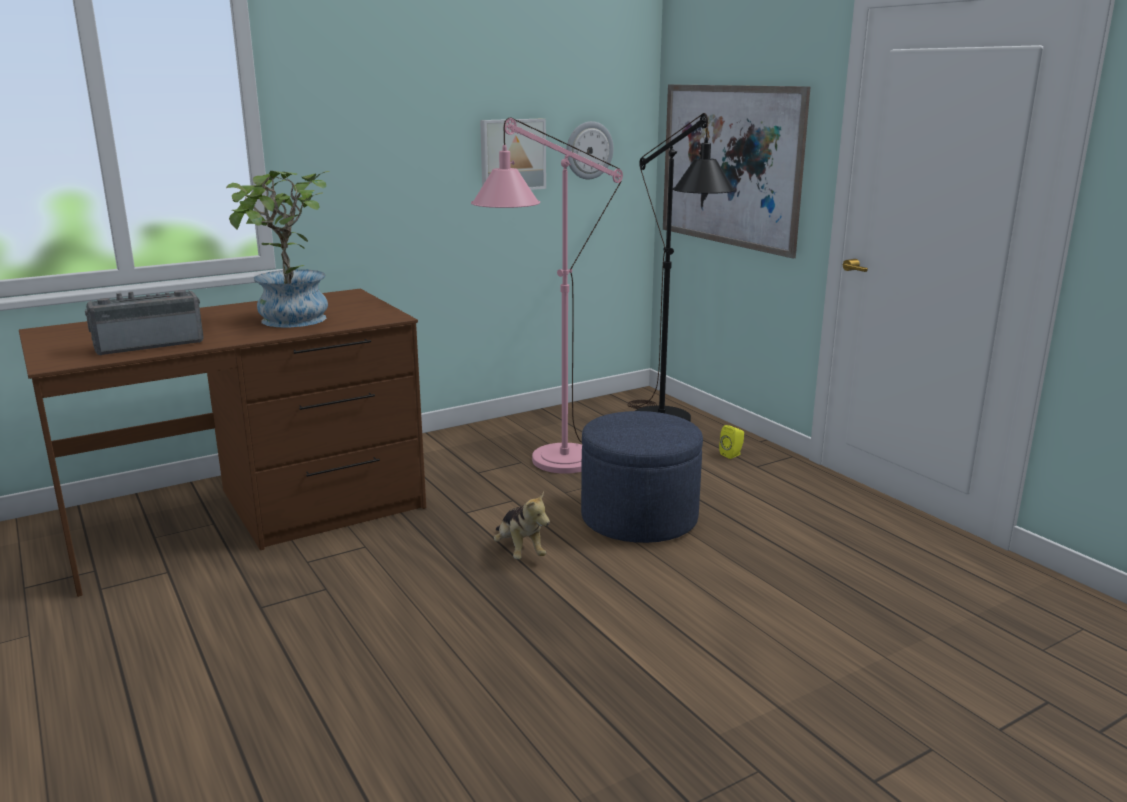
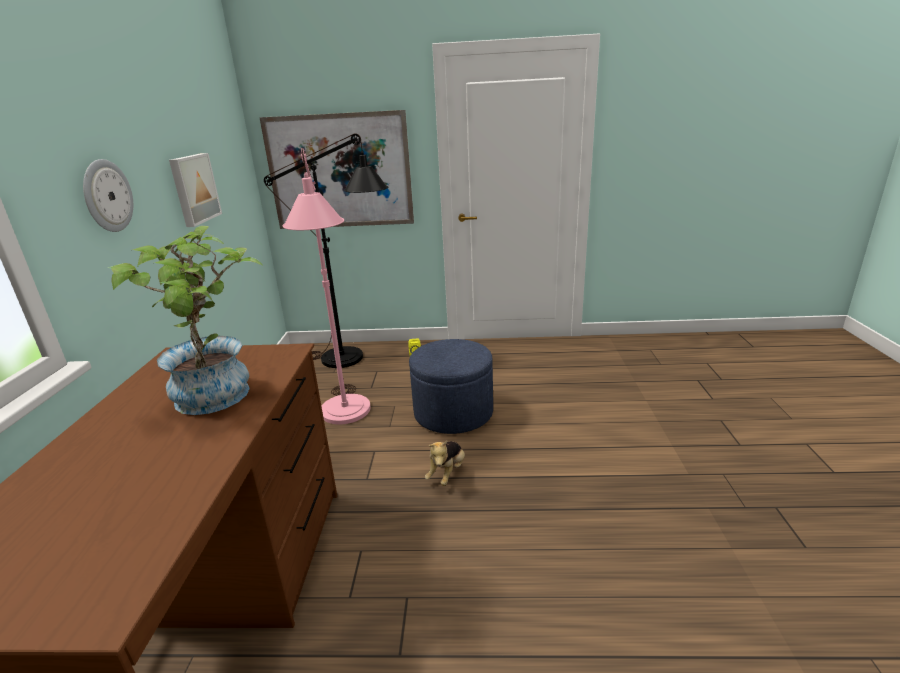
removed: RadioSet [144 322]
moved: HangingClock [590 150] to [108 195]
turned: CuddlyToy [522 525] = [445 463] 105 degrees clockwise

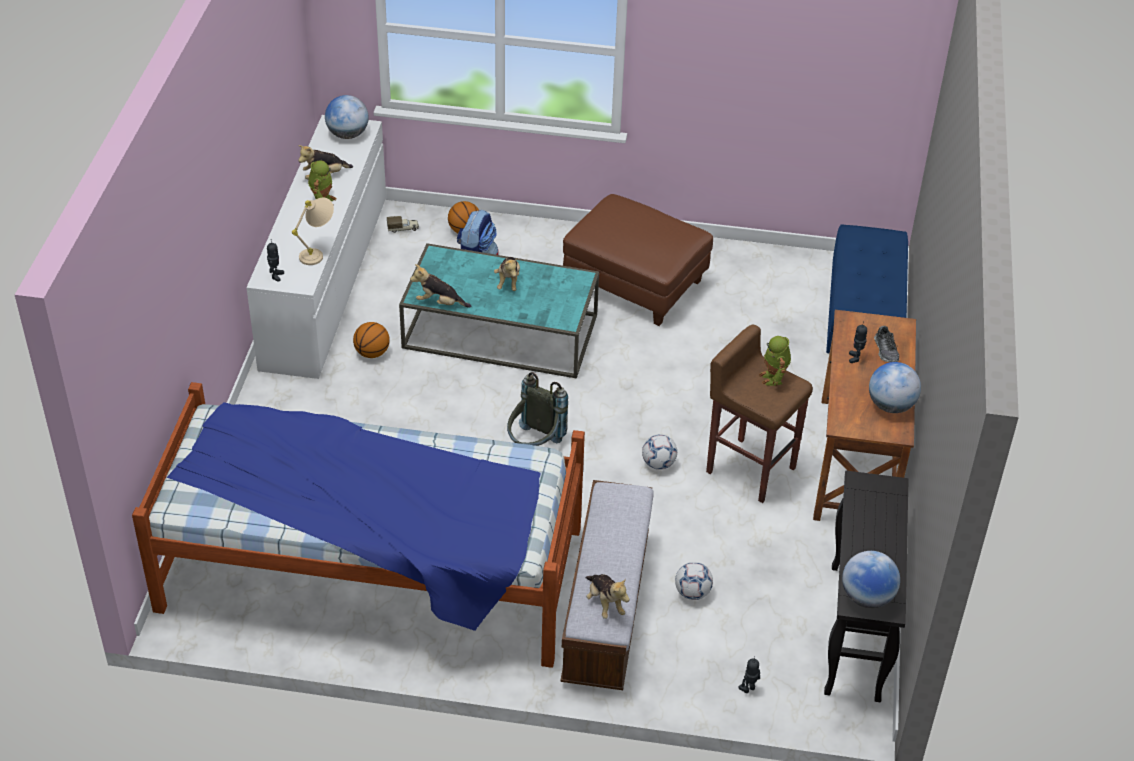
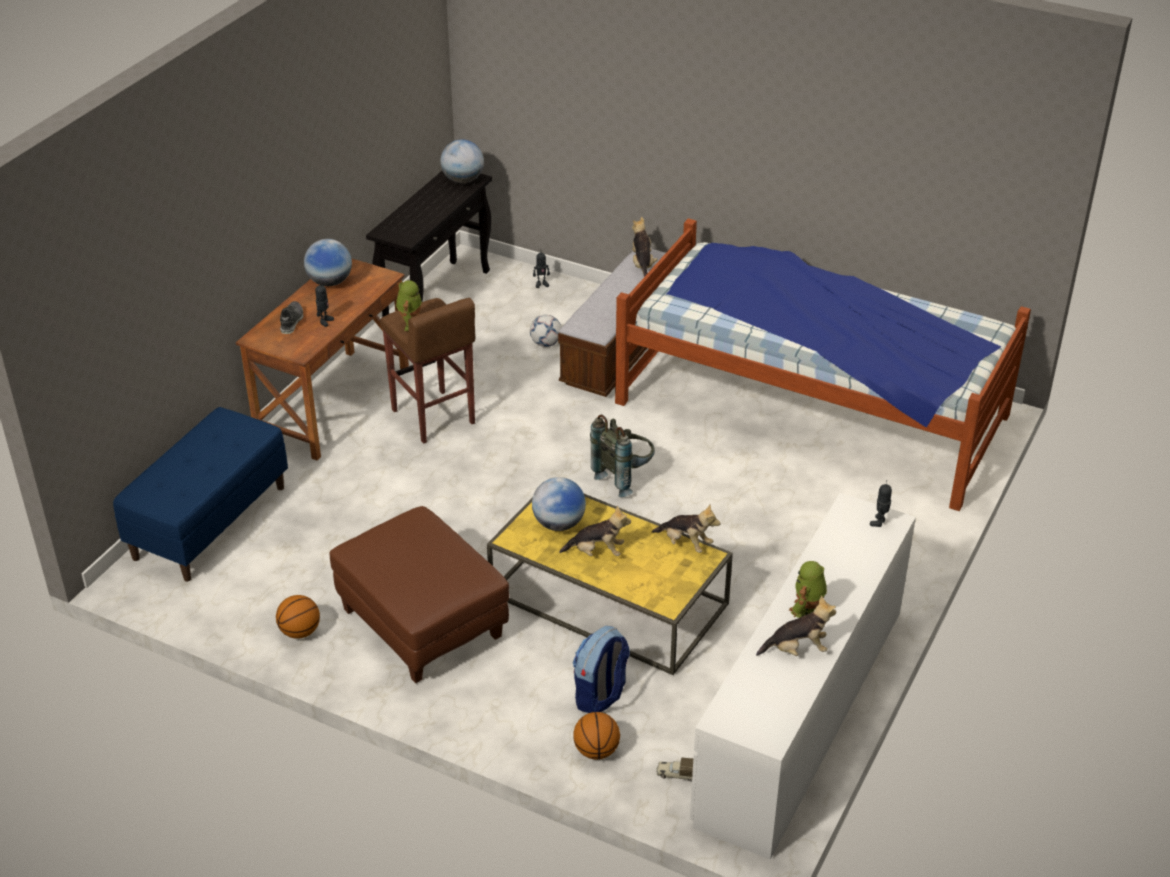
removed: BeigeLampForATable [313 231]; Football [659 452]
moved: DeskGlobe [347 117] to [559 504]; BallForBasketball [371 340] to [298 617]
recoloured: BlueGreenCoffeeTable [499 311] to YellowCoffeeTable [610 584]
turned: CuddlyToy [507 274] = [595 530] 75 degrees clockwise

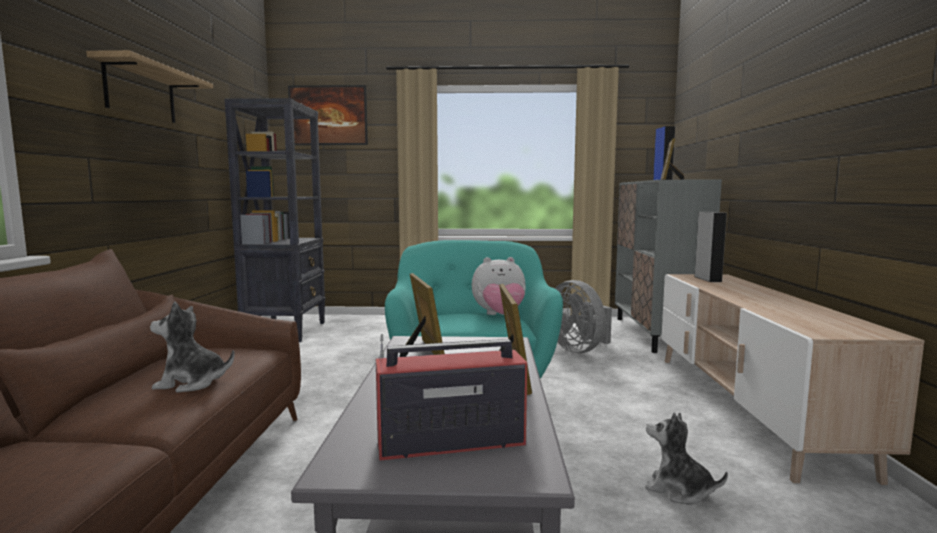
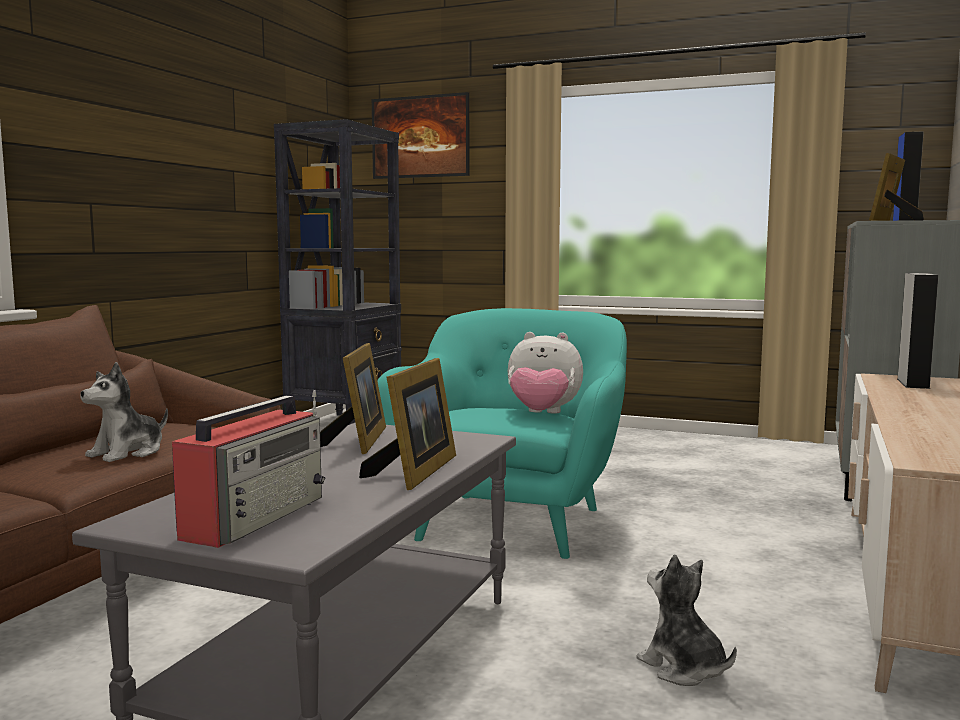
removed: Shelf [149 86]; GreyElectricFan [583 316]
turned: CuddlyToy [192 347] = [124 412] 75 degrees counterclockwise; RadioSet [451 397] = [248 469] 105 degrees clockwise

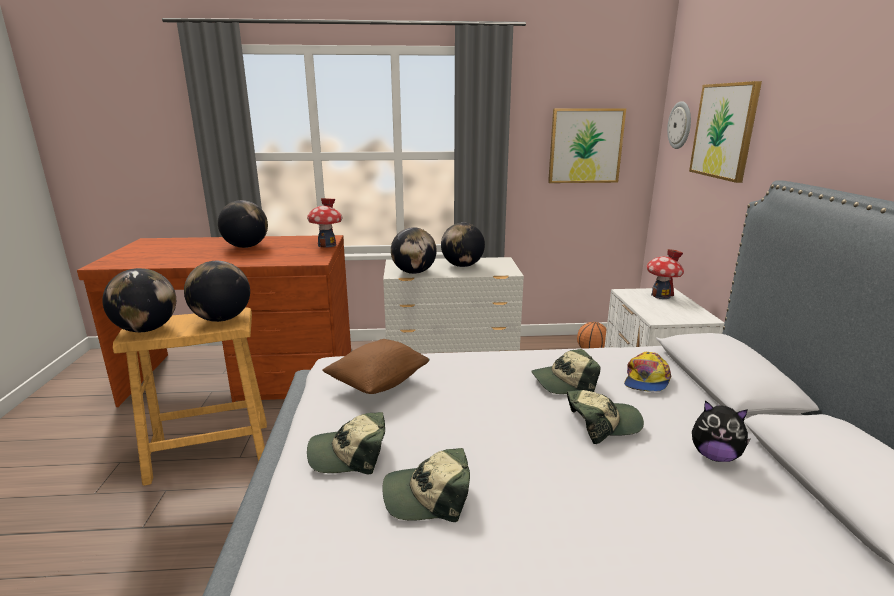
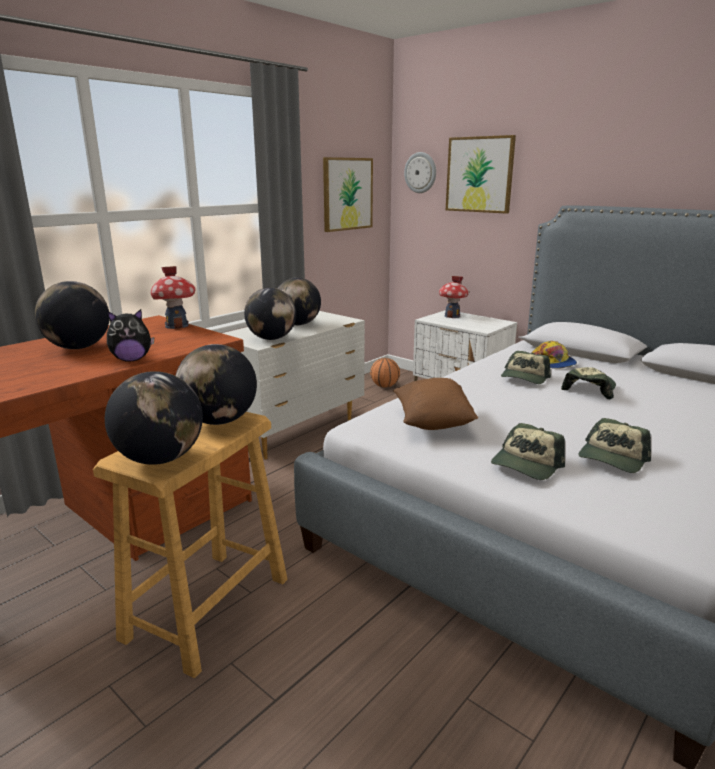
moved: CuddlyToy [721 431] to [130 335]

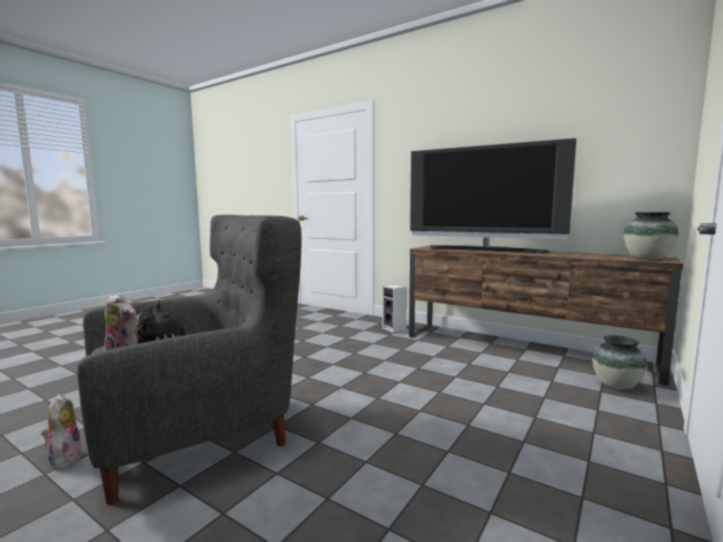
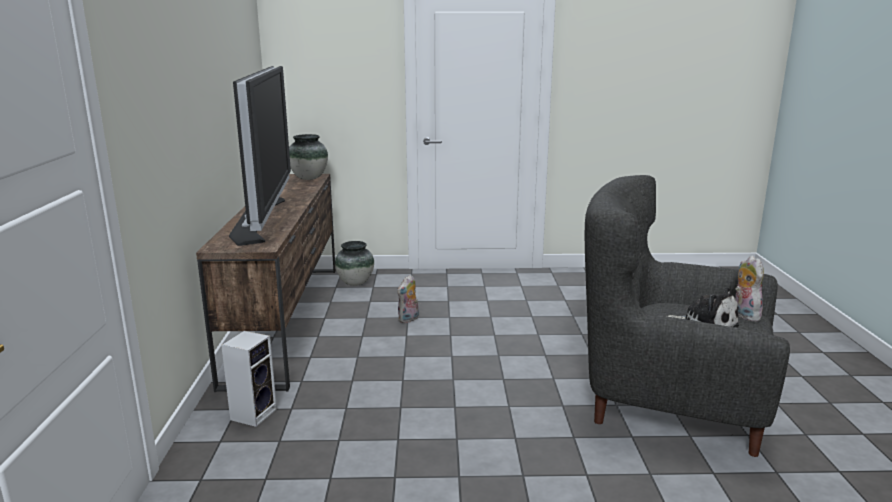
moved: CuddlyToy [62 431] to [408 299]

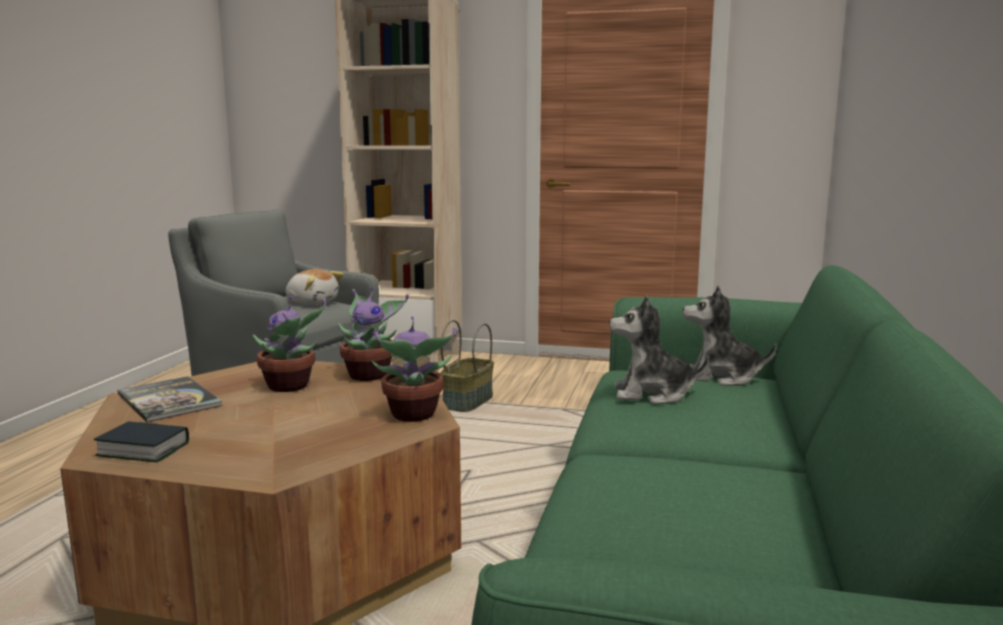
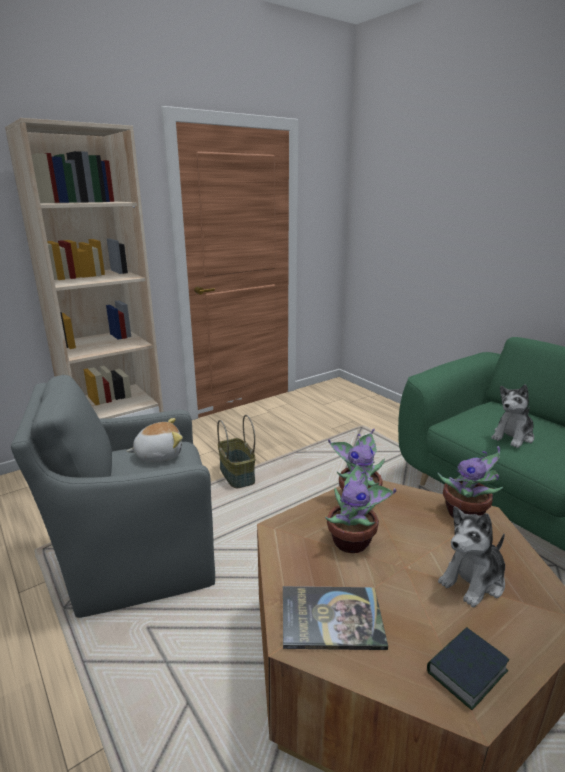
moved: CuddlyToy [730 335] to [471 556]

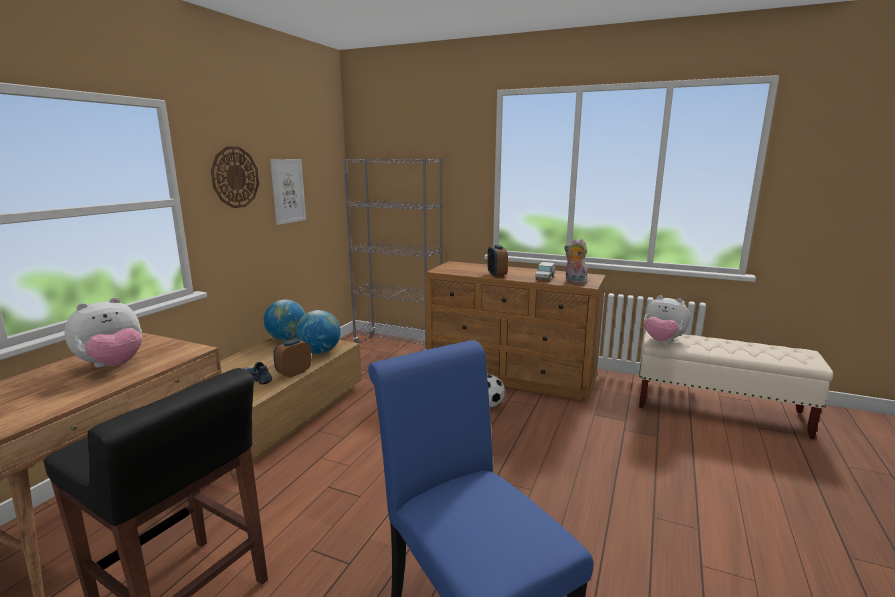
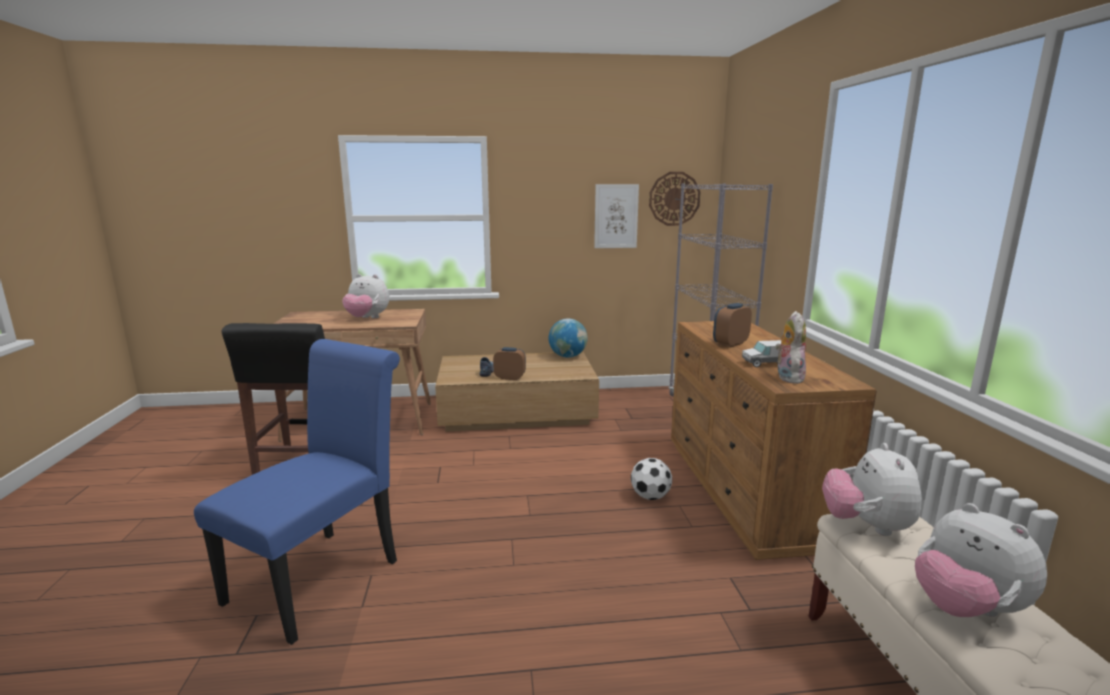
removed: DeskGlobe [318 332]
added: CuddlyToy [981 560]
moved: HangingClock [235 177] to [675 199]

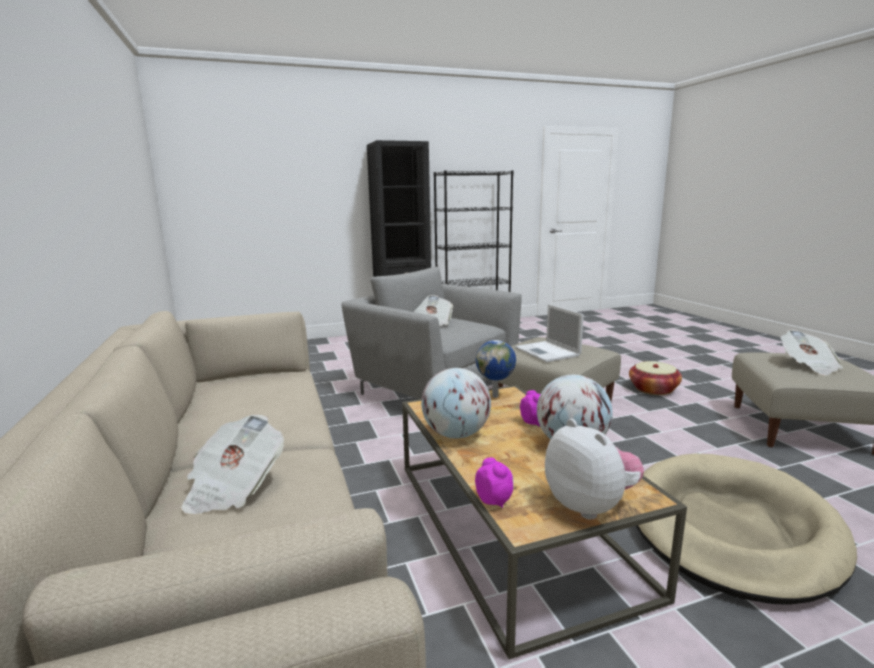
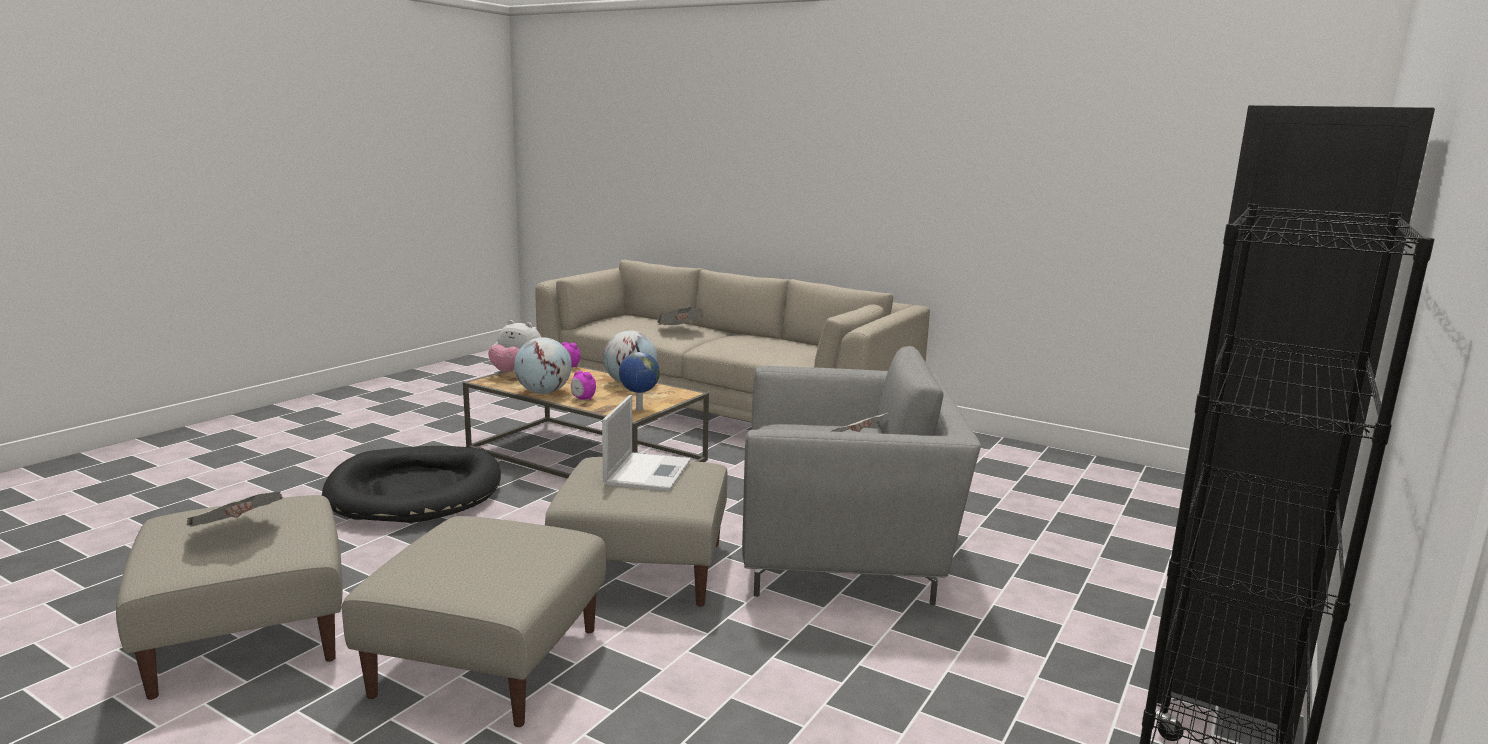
replaced: StorageBasket [655 378] to BeigeFootrest [474 621]
recoloured: BeigeDogBed [746 529] to BlackishDogBed [411 484]
turned: NotebookComputer [549 333] = [646 443] 75 degrees clockwise

